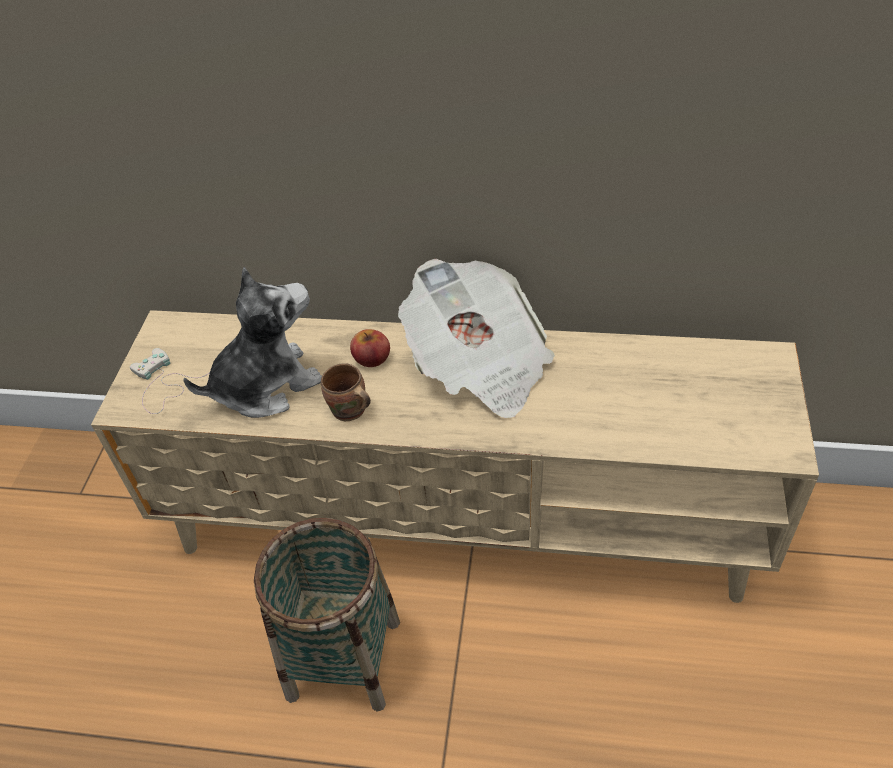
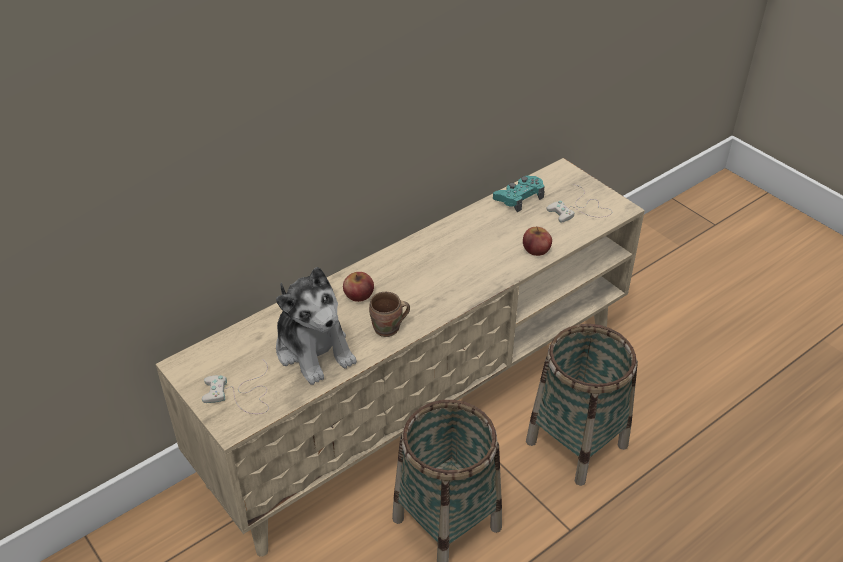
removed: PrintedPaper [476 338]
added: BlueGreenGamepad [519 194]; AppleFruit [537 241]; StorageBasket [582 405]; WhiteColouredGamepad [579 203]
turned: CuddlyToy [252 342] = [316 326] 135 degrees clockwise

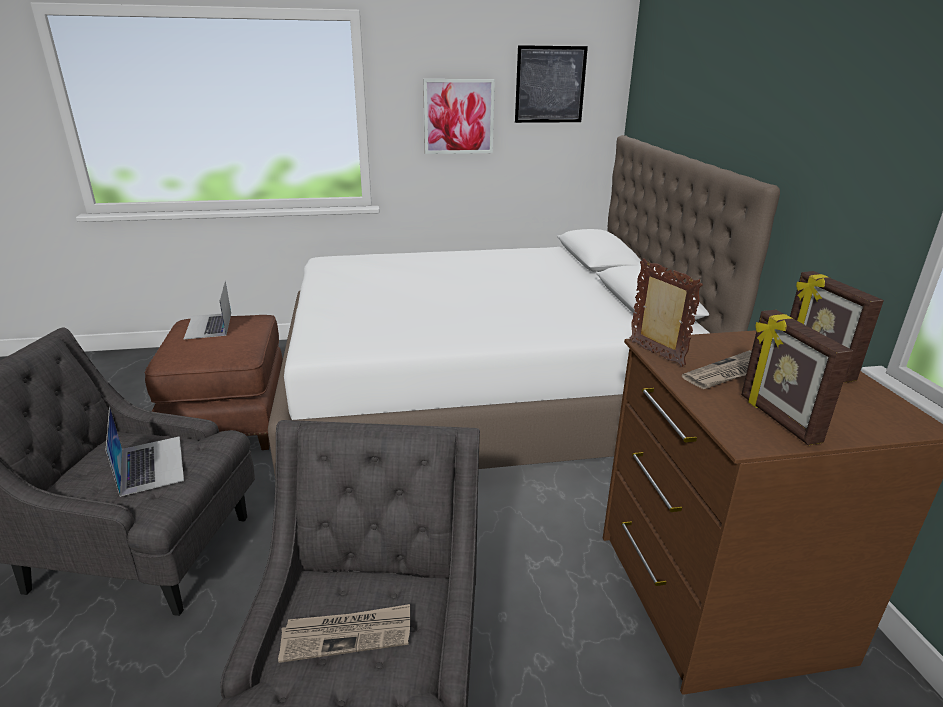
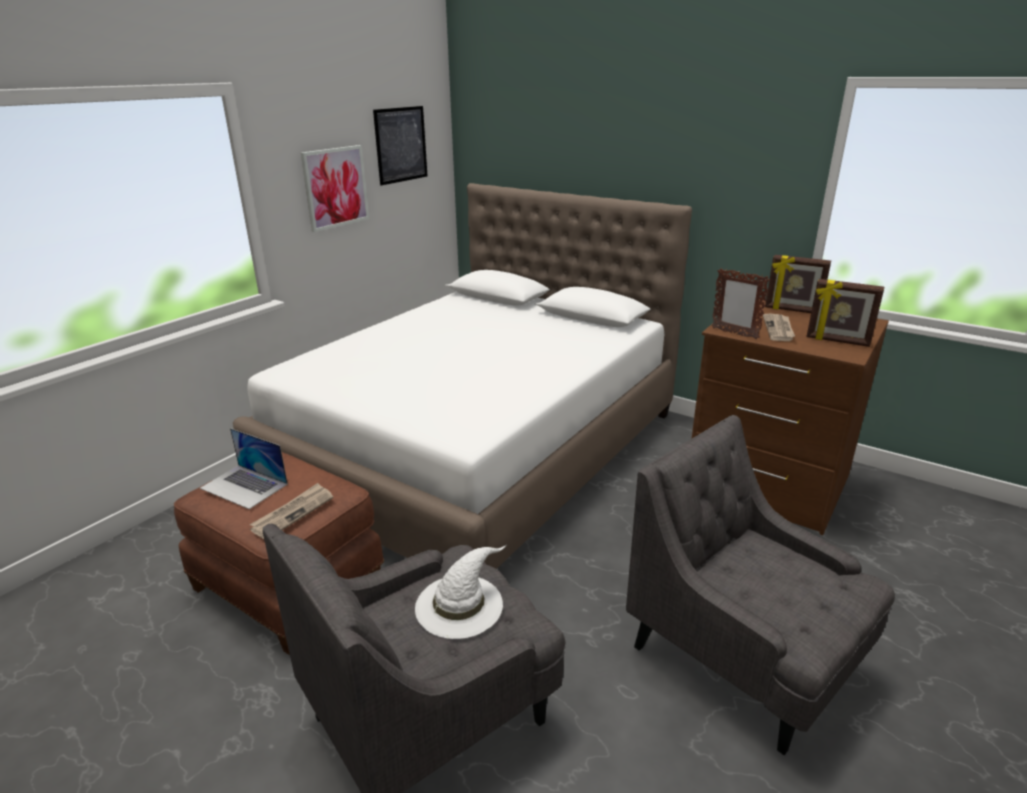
moved: PrintedPaper [344 633] to [291 511]
replaced: NotebookComputer [144 452] to WhiteColouredHat [460 592]
turned: PictureFrame [666 312] = [741 303] 150 degrees counterclockwise

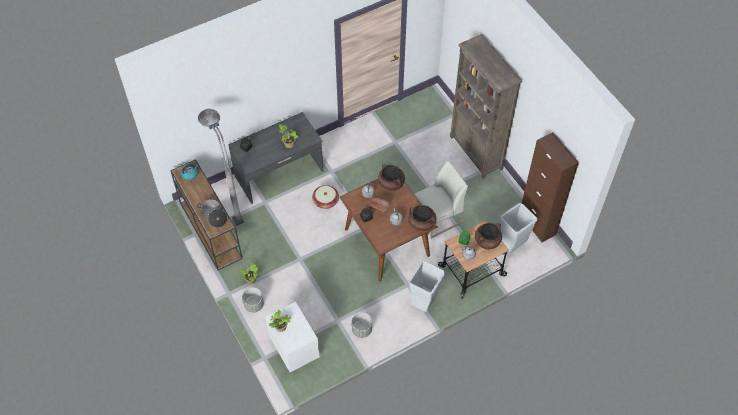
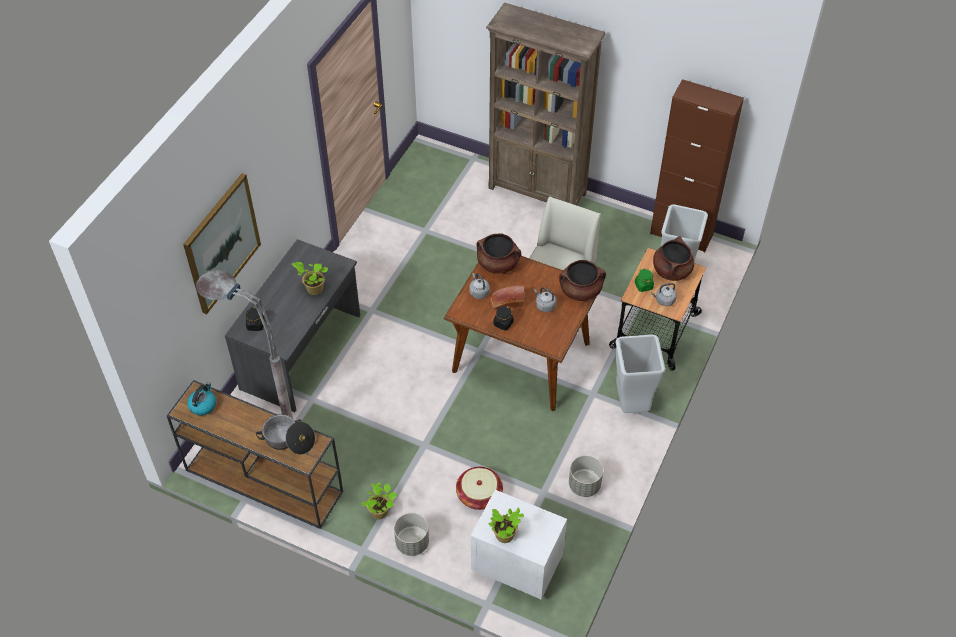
added: Picture [222 243]
moved: StorageBasket [325 197] to [479 488]

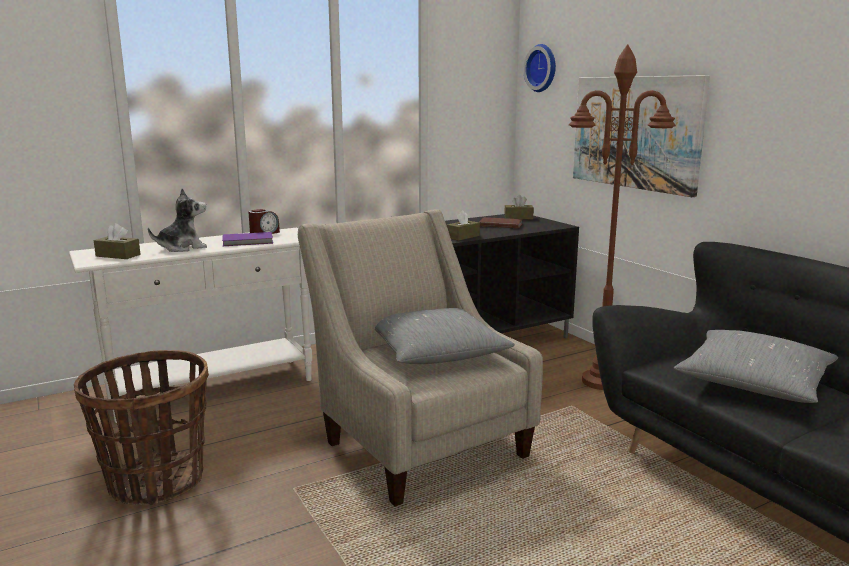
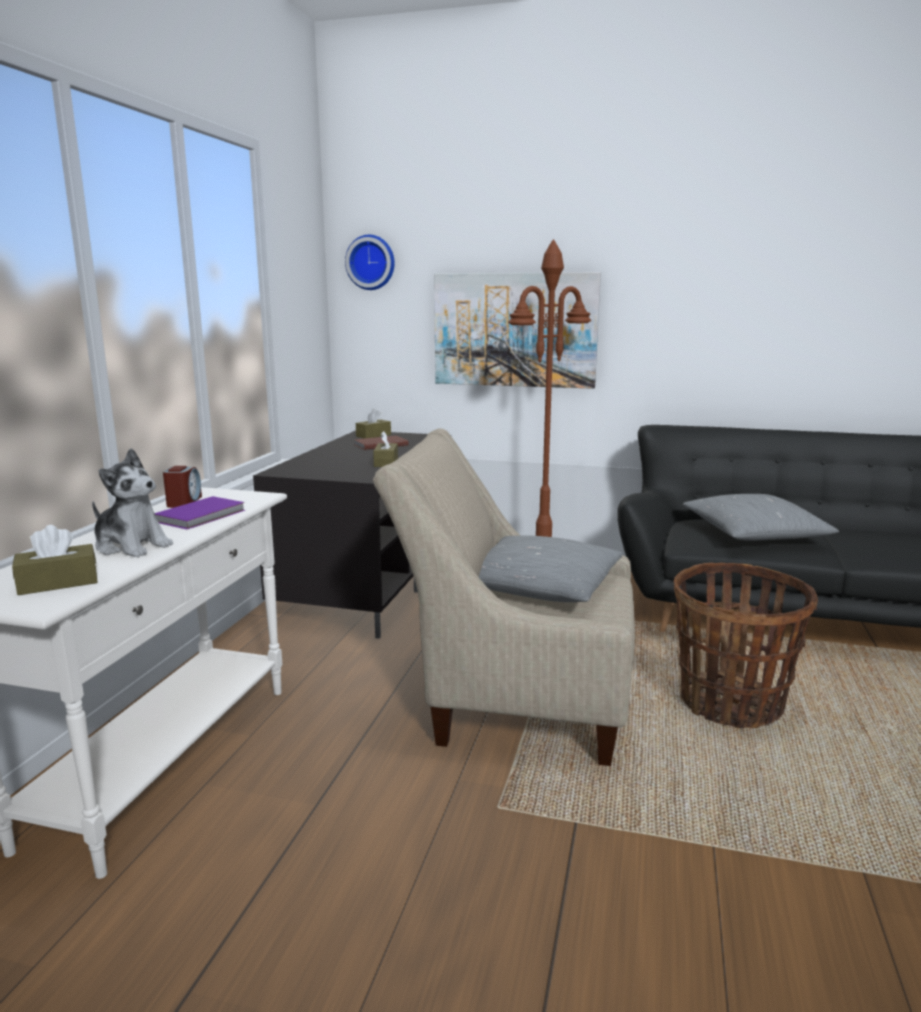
moved: StorageBasket [141 427] to [746 645]
turned: CuddlyToy [177 220] = [132 502] 105 degrees clockwise

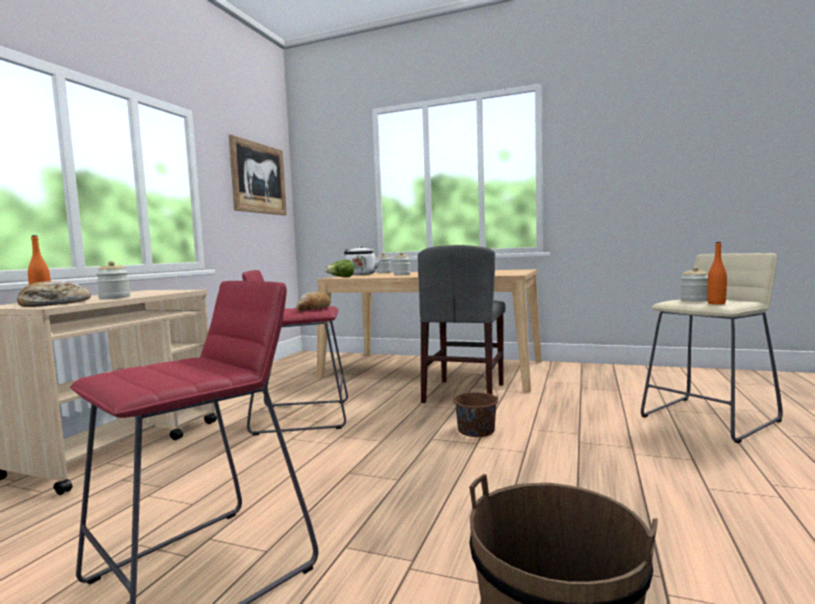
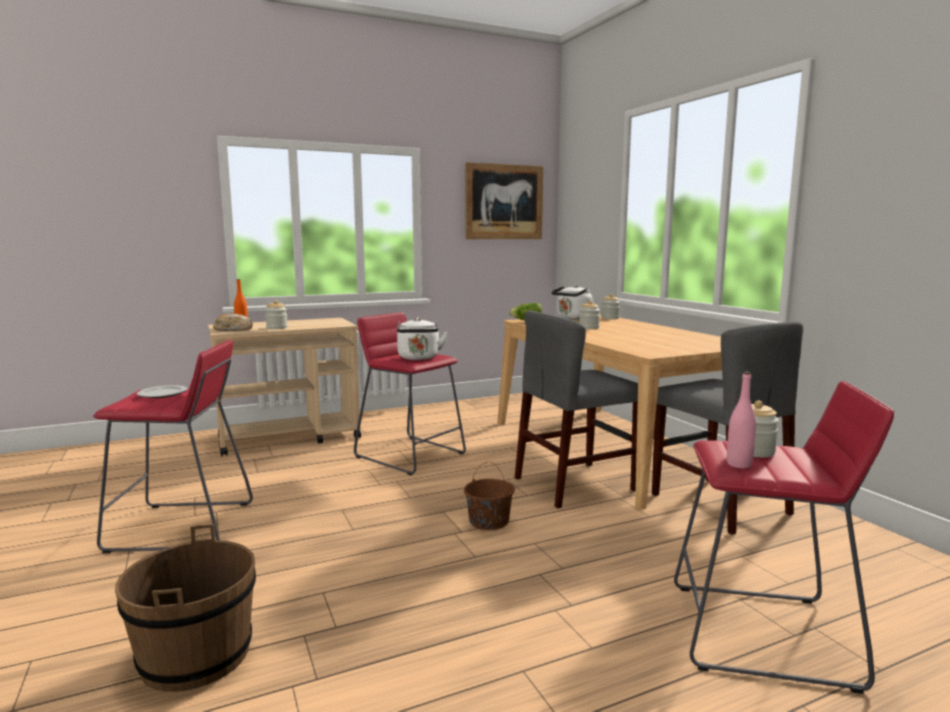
added: Plate [162 391]; GreyPlainChair [728 428]
replaced: BakedBread [313 301] to WhiteColouredKettle [422 339]
recoloured: BeigeStool [712 348] to RedStool [784 537]; OrangeColouredBottle [717 273] to PinkishBottle [741 420]

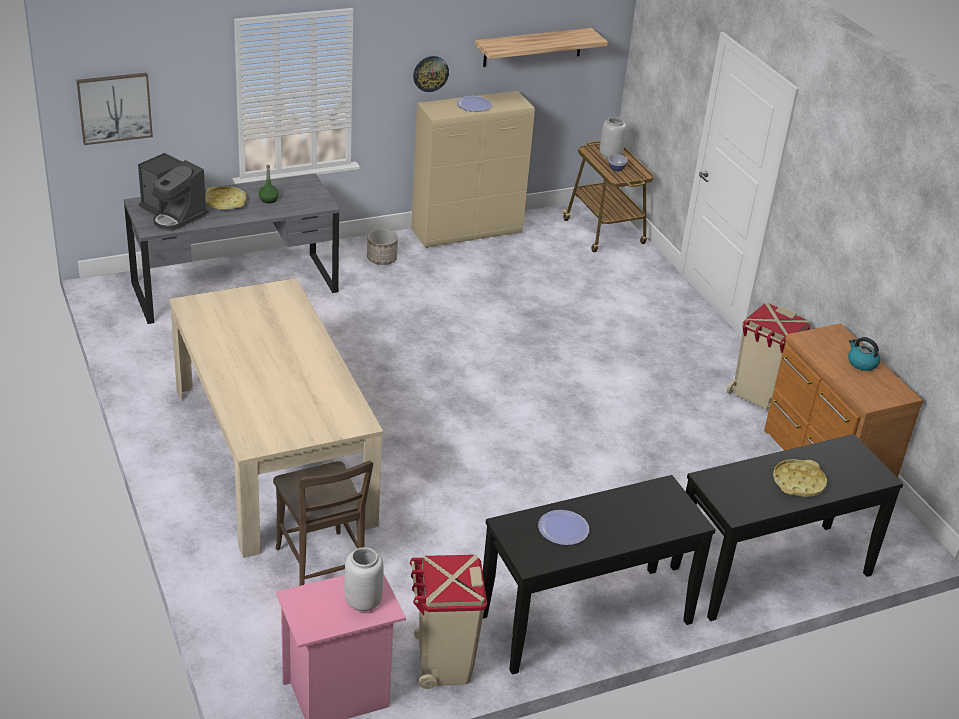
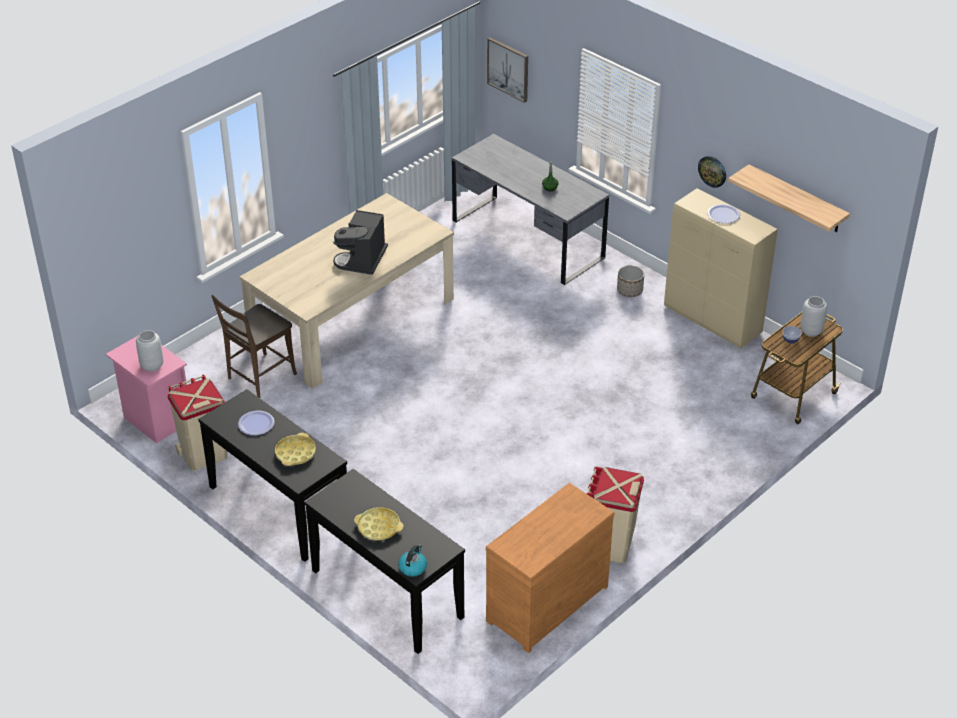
moved: CoffeeMachine [173 192] to [360 242]; YellowCarryingTray [226 198] to [295 449]; Kettle [864 354] to [412 560]

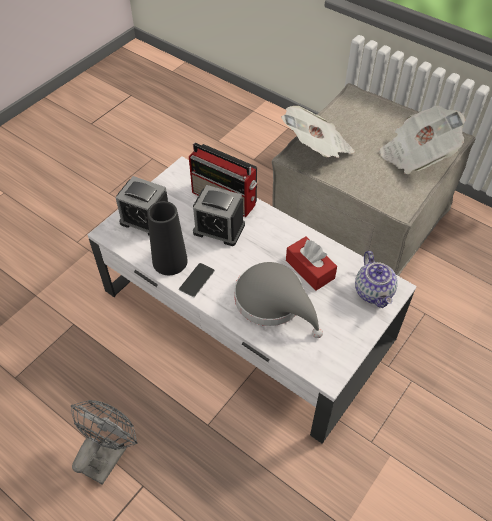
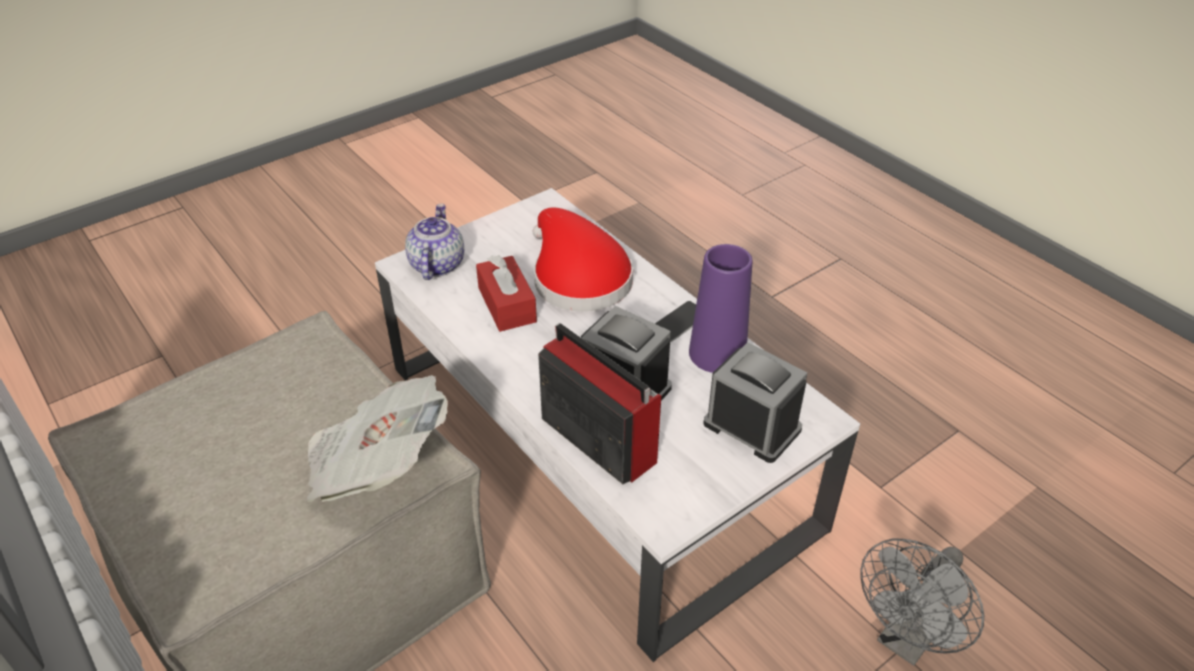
removed: PrintedPaper [422 140]
moved: GreyElectricFan [104 442] to [922 602]
recoloured: BlackishFlowerVase [167 238] to PurpleColouredFlowerVase [721 308]; GreyHat [278 300] to RedHat [583 259]

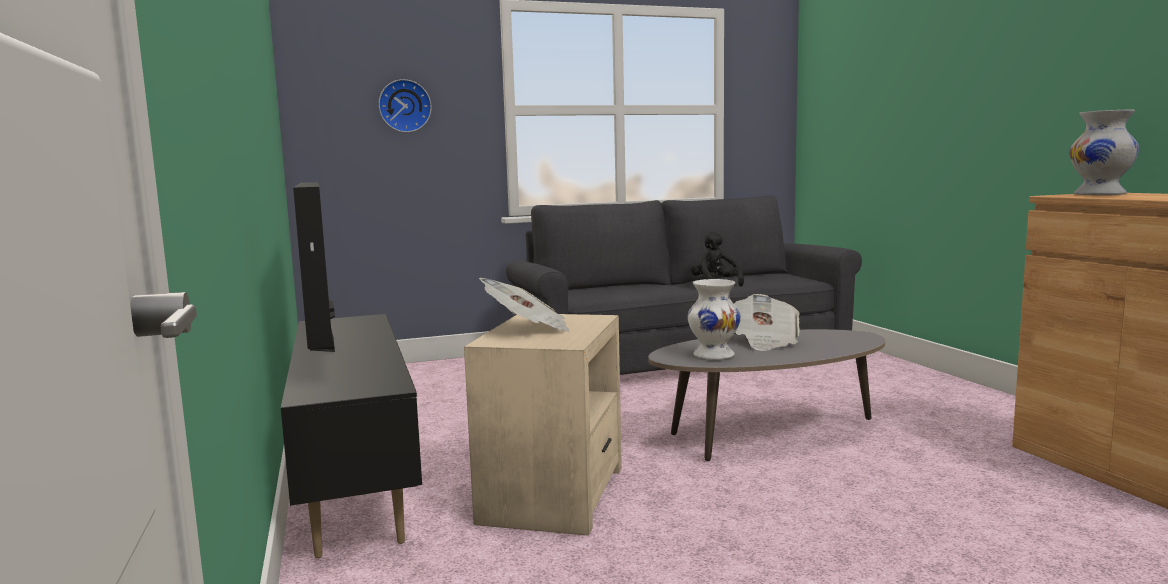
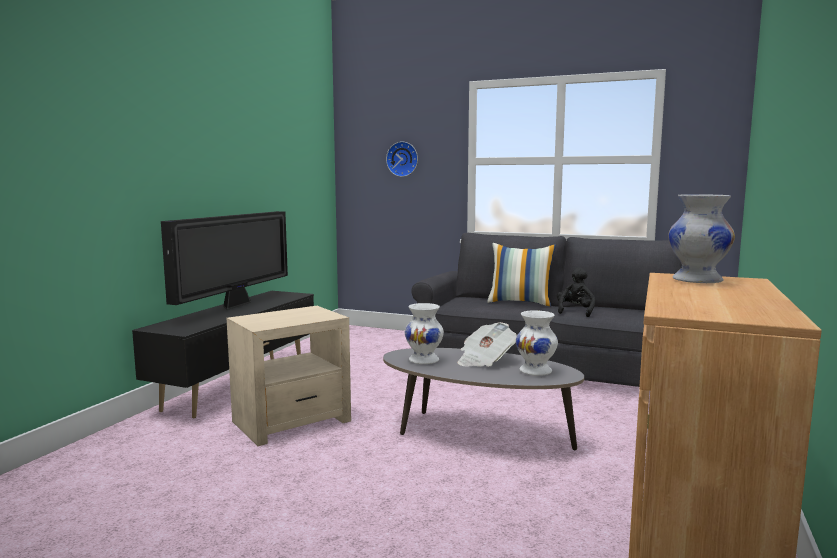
removed: PrintedPaper [524 305]
added: Pillow [521 275]; WhiteColouredFlowerVase [537 343]

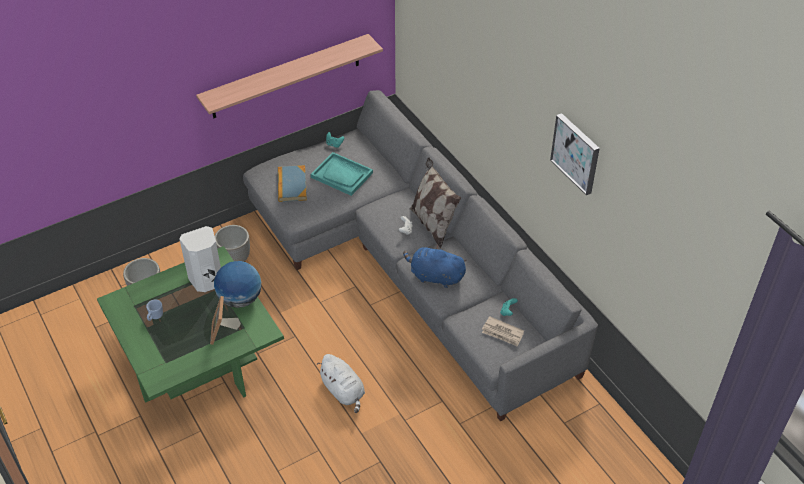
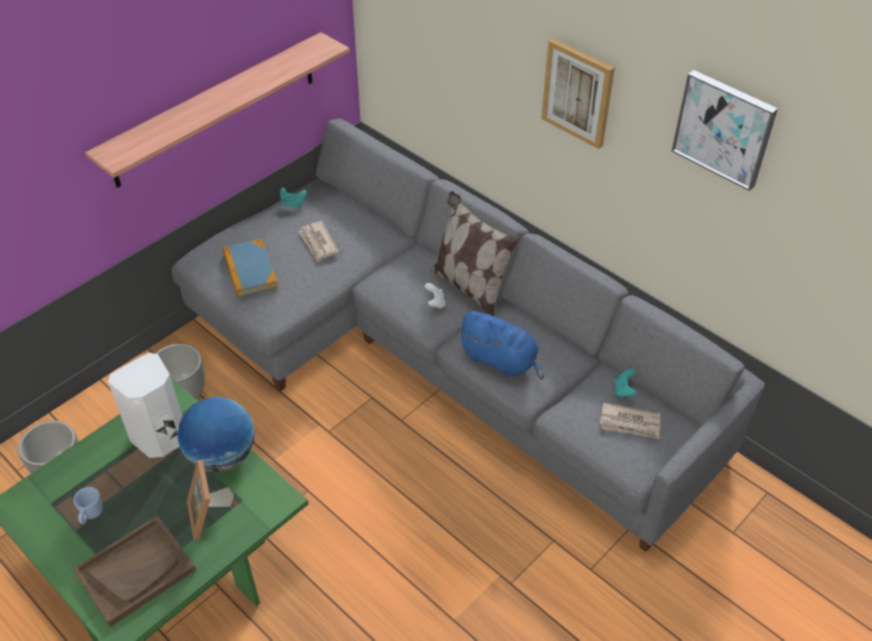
removed: WhiteColouredCuddlyToy [341 383]
added: BrownCarryingTray [134 571]; Picture [578 93]
replaced: BlueGreenCarryingTray [342 174] to PrintedPaper [318 241]
turned: BlueCuddlyToy [435 266] = [500 345] 150 degrees counterclockwise

